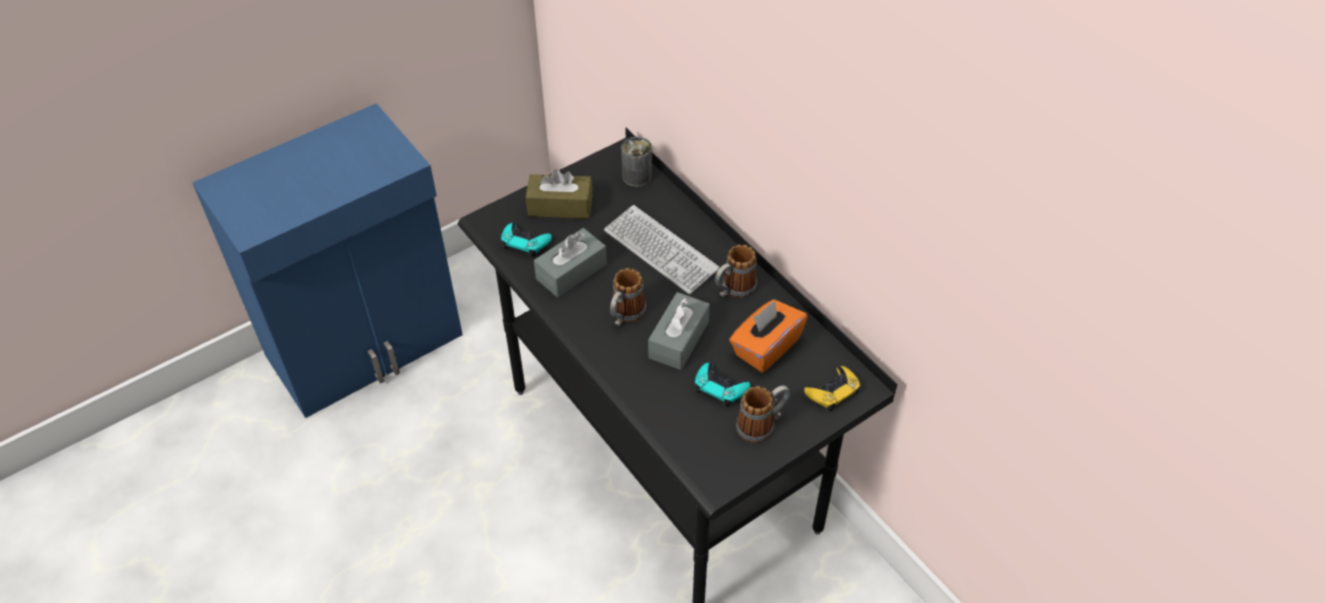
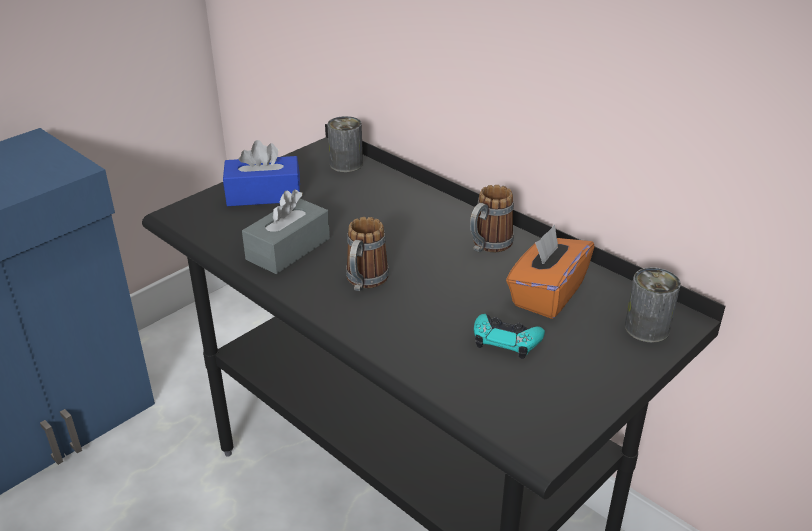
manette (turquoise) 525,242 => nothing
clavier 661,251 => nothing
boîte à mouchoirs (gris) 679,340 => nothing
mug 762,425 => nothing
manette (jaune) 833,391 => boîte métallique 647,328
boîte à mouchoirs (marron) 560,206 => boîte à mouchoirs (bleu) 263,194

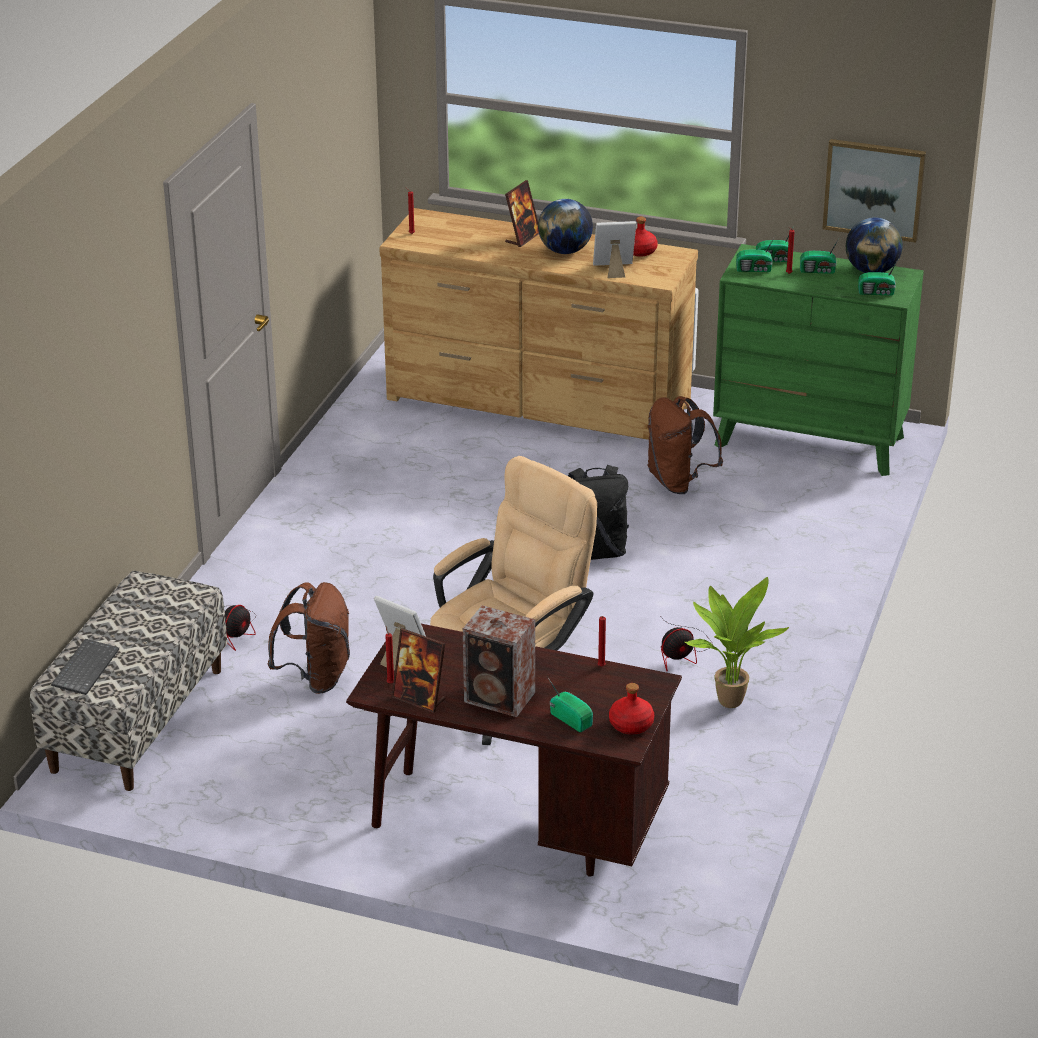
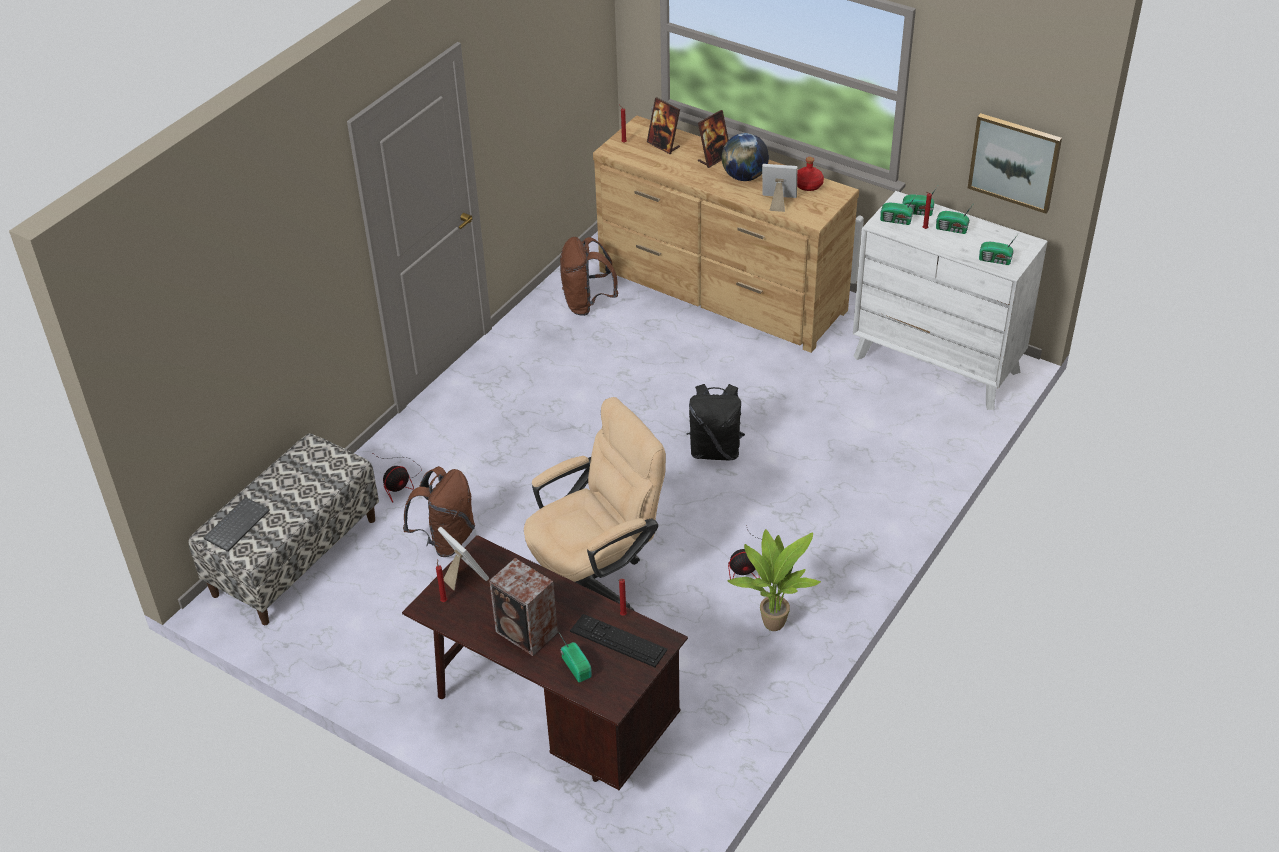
bouteille (rouge) 631,724 => nothing
globe 871,271 => nothing
nothing => clavier 618,640
cadre photo 419,699 => cadre photo 663,145, relocated
sac à dos (marron) 678,482 => sac à dos (marron) 587,304, relocated
commode (vert) 809,441 => commode (blanc) 936,364

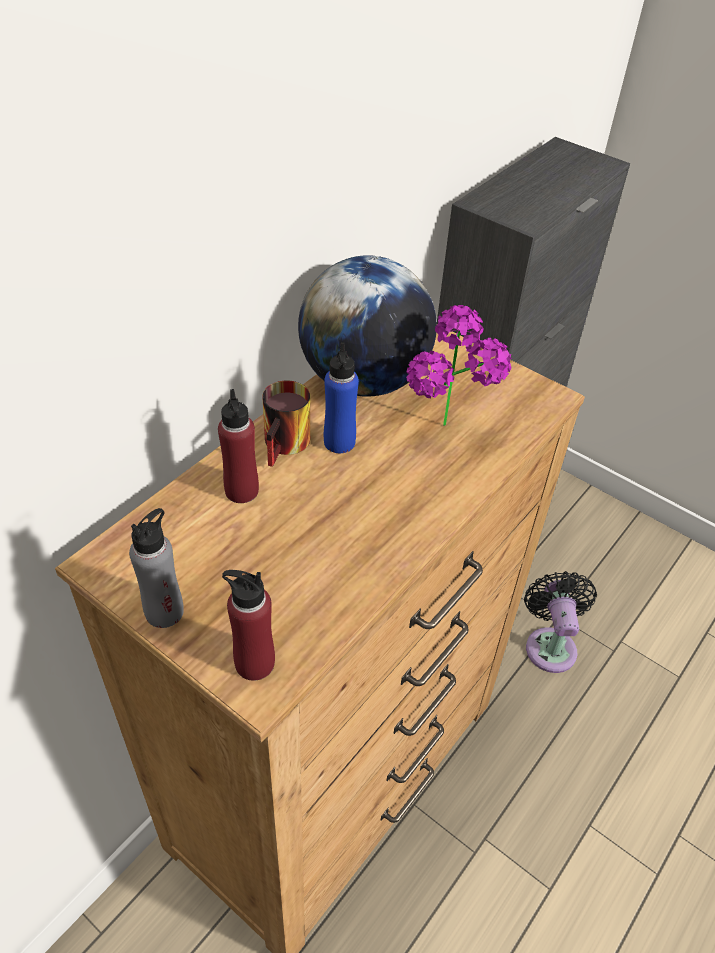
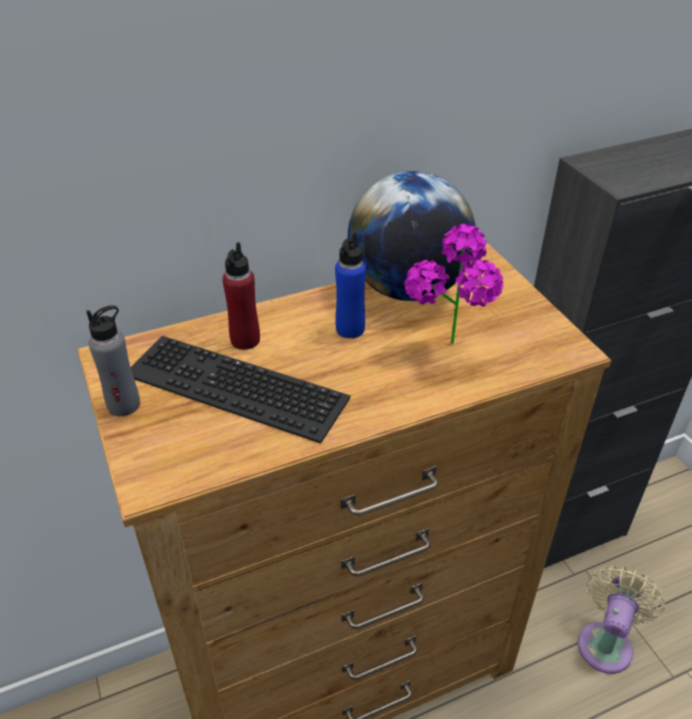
bouteille (rouge) 254,662 => nothing
mug 288,445 => nothing
nothing => clavier 231,388
ventilateur (noir) 550,644 => ventilateur (beige) 606,642

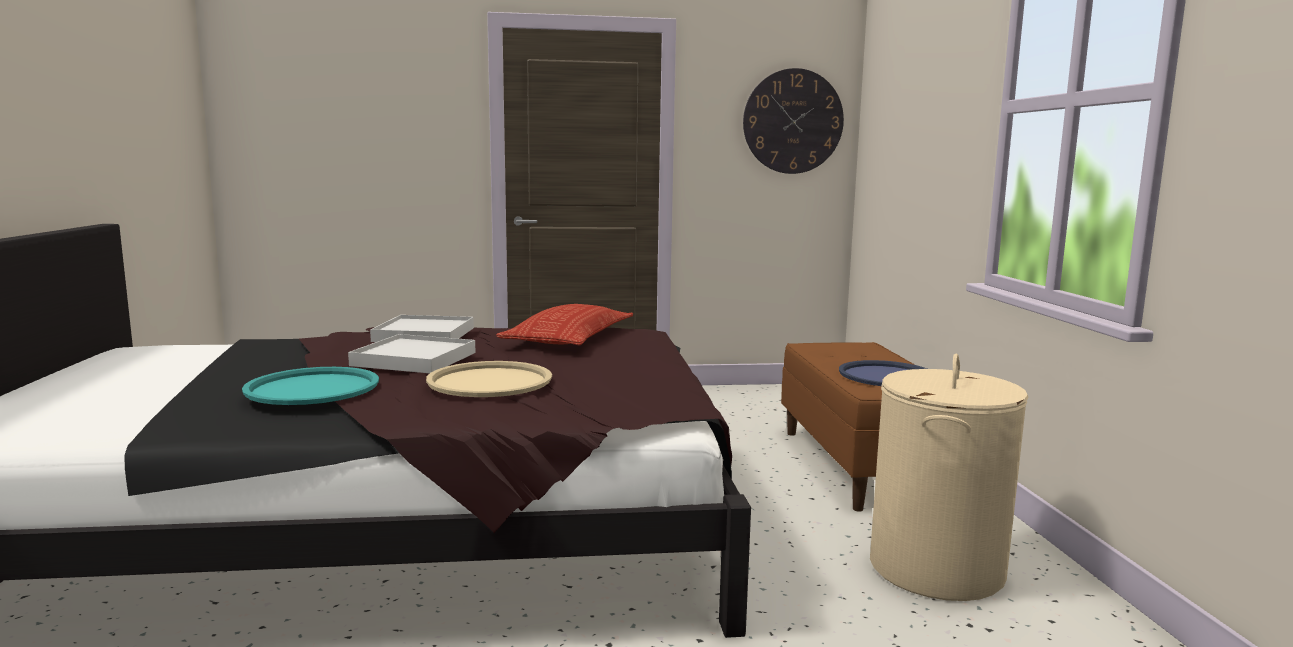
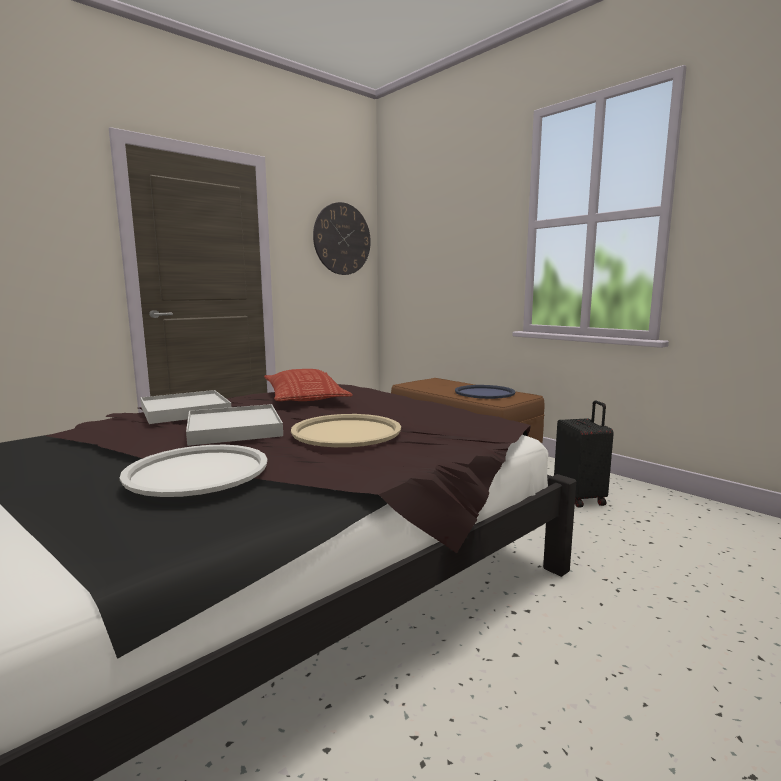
panier à linge (beige) 936,569 => valise (noir) 580,498
plateau (turquoise) 313,388 => plateau (blanc) 197,471

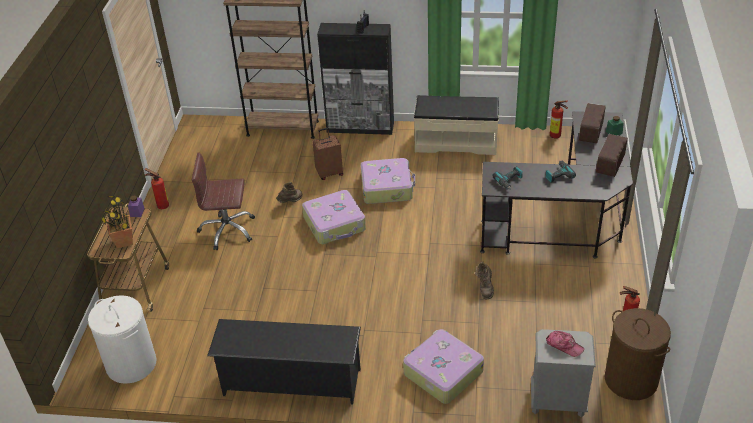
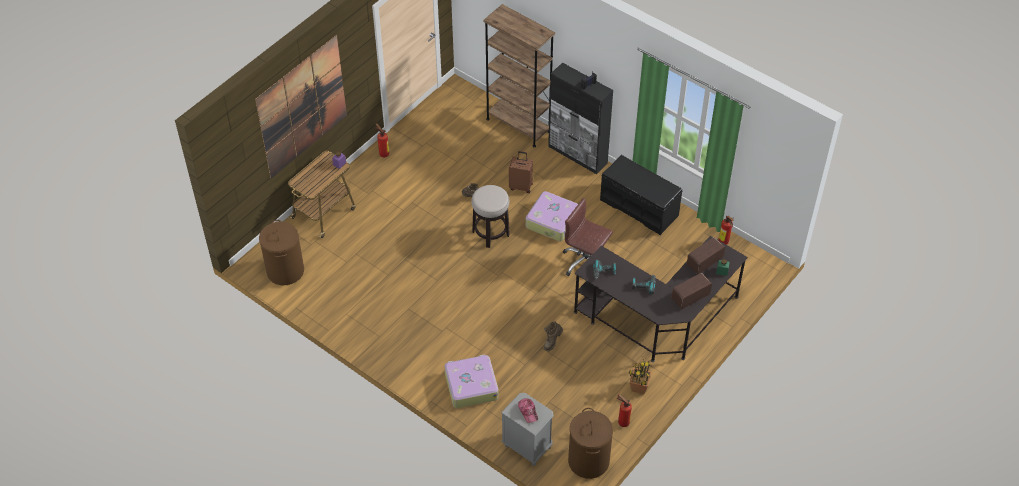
étagère à chaussures (noir) 291,382 => nothing
nothing => tableau 303,107
plante en pot 124,241 => plante en pot 639,387, relocated
chaise de bureau (marron) 227,230 => chaise de bureau (marron) 585,262, relocated
valise 335,224 => tabouret 491,233
panier à linge (blanc) 131,364 => panier à linge (marron) 285,271
banc (beige) 456,142 => banc (noir) 639,207

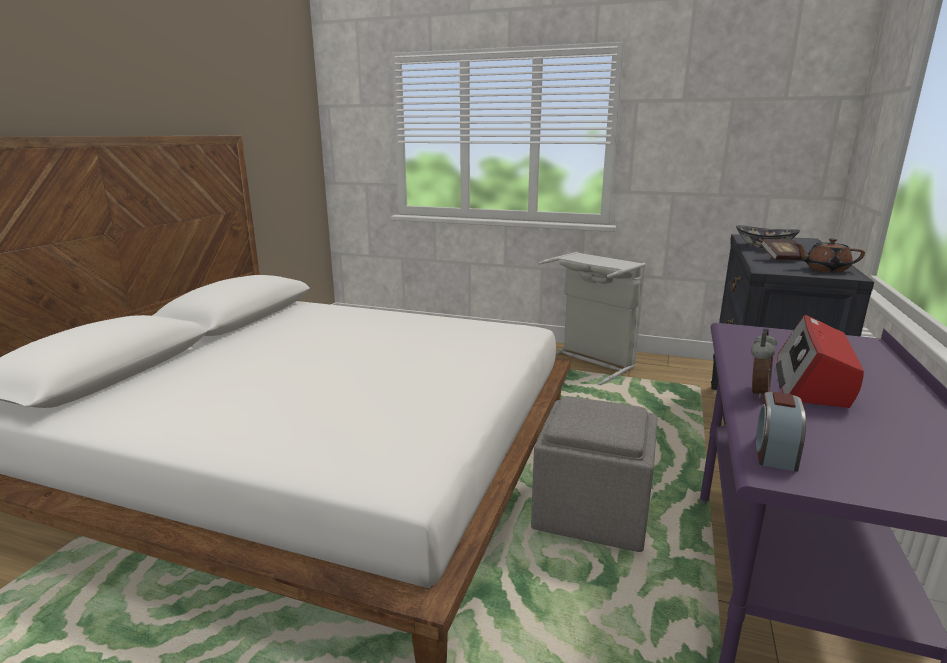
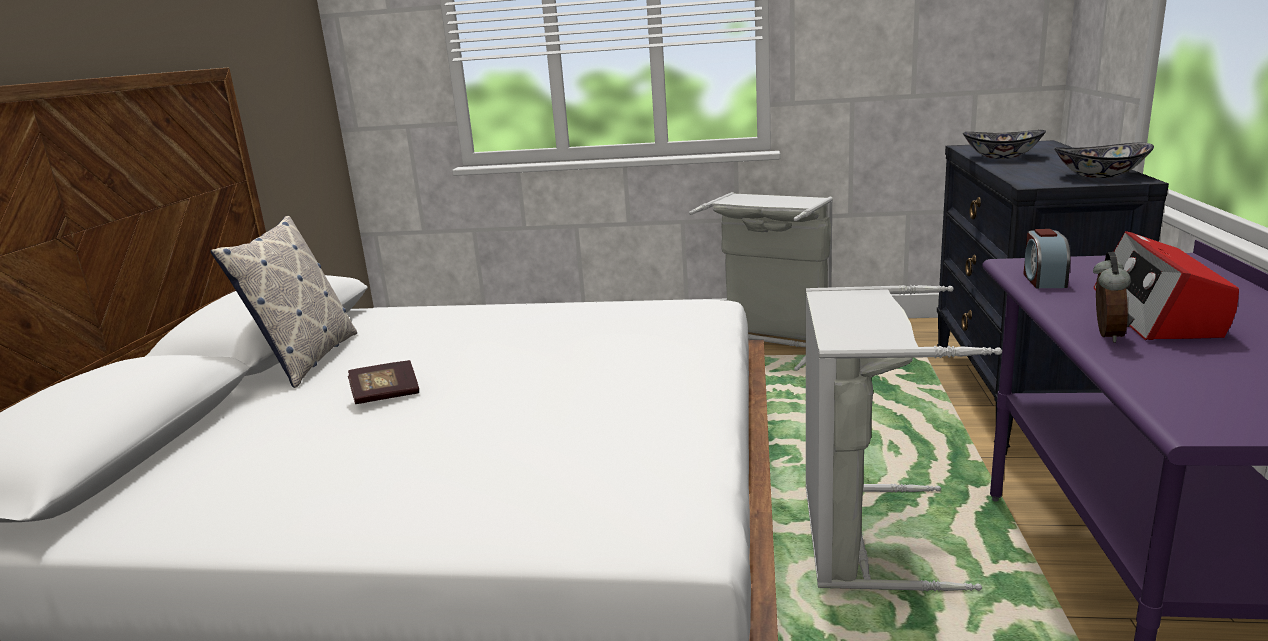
nothing => coussin 306,360
réveil 774,452 => réveil 1043,280, relocated
livre 783,259 => livre 385,395, relocated
pouf (gris) 591,511 => panier à linge (gris) 859,535
théière (marron) 825,269 => bol 1100,175

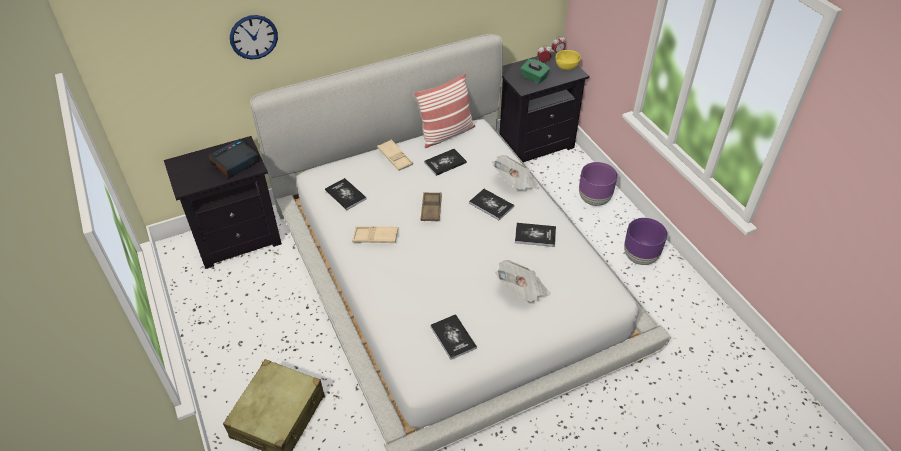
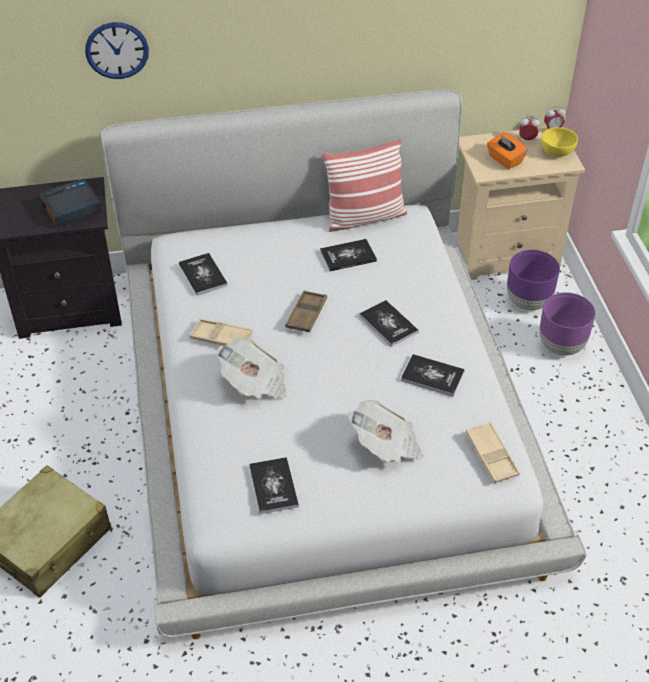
plateau (beige) 395,157 => plateau (beige) 491,456, relocated
journal 515,183 => journal 255,383, relocated
cache-pot (violet) 640,257 => cache-pot (violet) 528,302, relocated
table de chevet (noir) 534,144 => table de chevet (beige) 504,253
boîte à mouchoirs (vert) 534,78 => boîte à mouchoirs (orange) 504,159

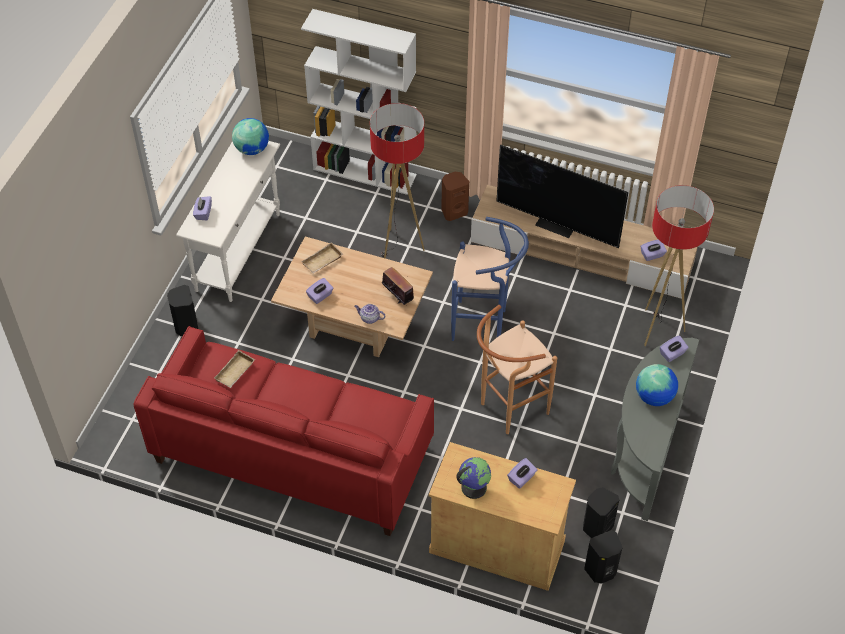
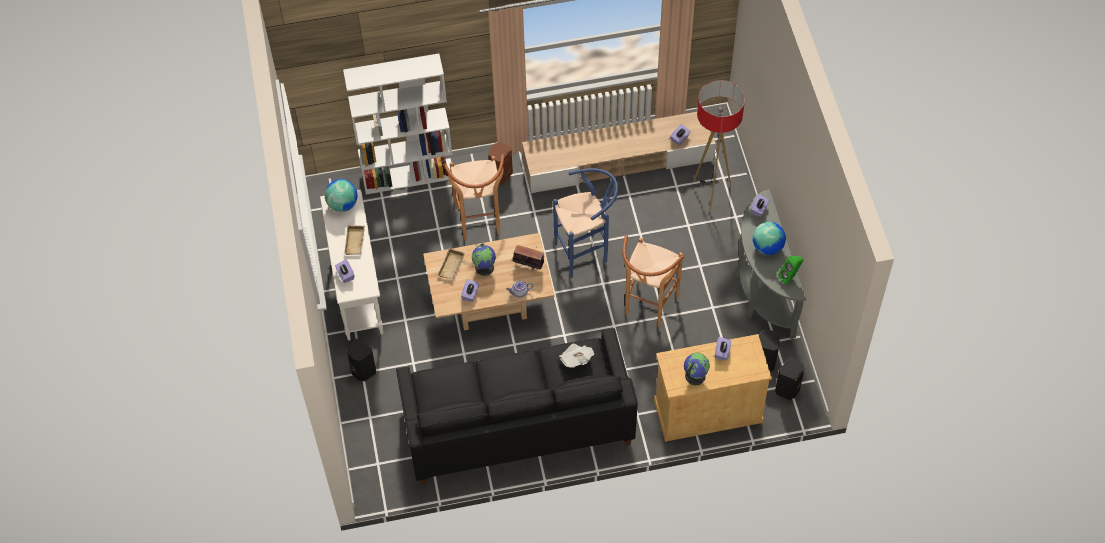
téléviseur 556,225 => nothing
nothing => globe 485,267
nothing => journal 576,359
nothing => enceinte (vert) 790,277
plateau (beige) 235,372 => plateau (beige) 356,242, relocated
lampadaire 399,247 => tabouret (marron) 479,225
canapé (rouge) 292,453 => canapé (noir) 516,424

